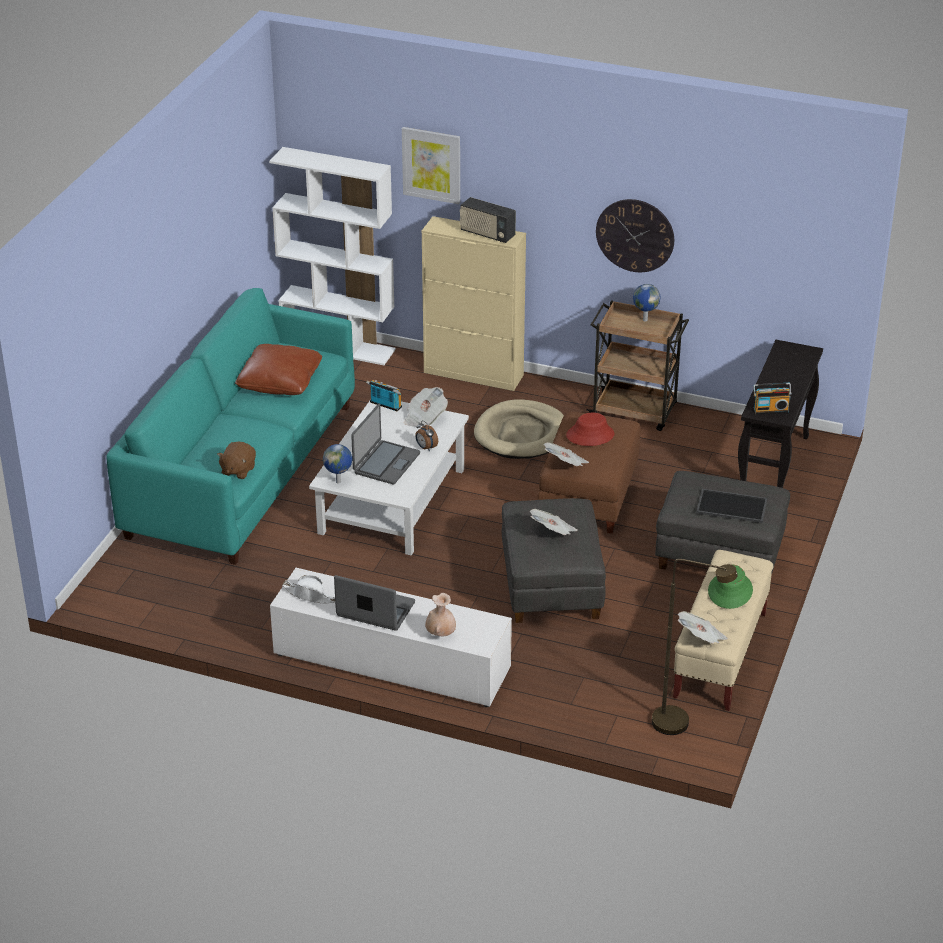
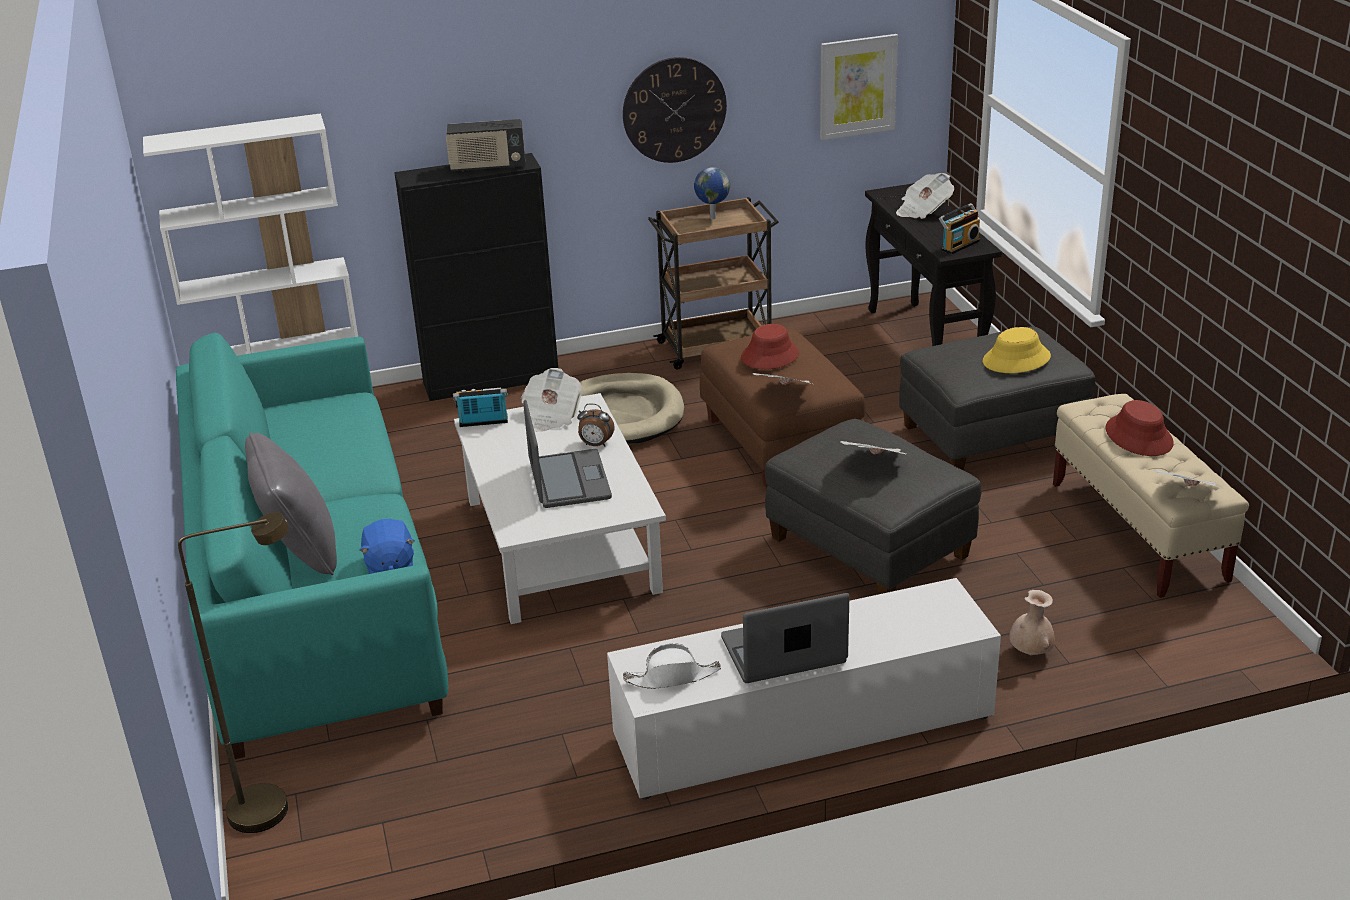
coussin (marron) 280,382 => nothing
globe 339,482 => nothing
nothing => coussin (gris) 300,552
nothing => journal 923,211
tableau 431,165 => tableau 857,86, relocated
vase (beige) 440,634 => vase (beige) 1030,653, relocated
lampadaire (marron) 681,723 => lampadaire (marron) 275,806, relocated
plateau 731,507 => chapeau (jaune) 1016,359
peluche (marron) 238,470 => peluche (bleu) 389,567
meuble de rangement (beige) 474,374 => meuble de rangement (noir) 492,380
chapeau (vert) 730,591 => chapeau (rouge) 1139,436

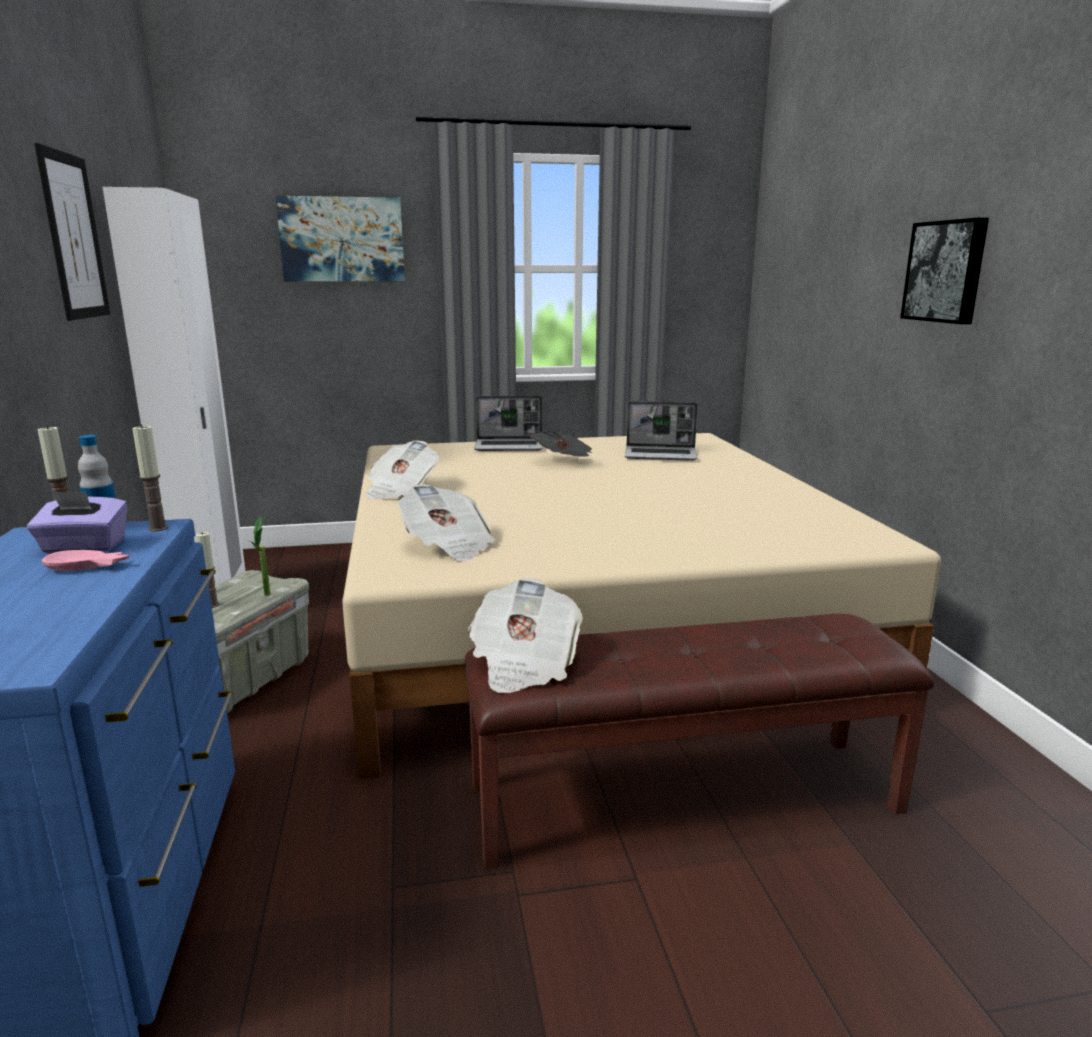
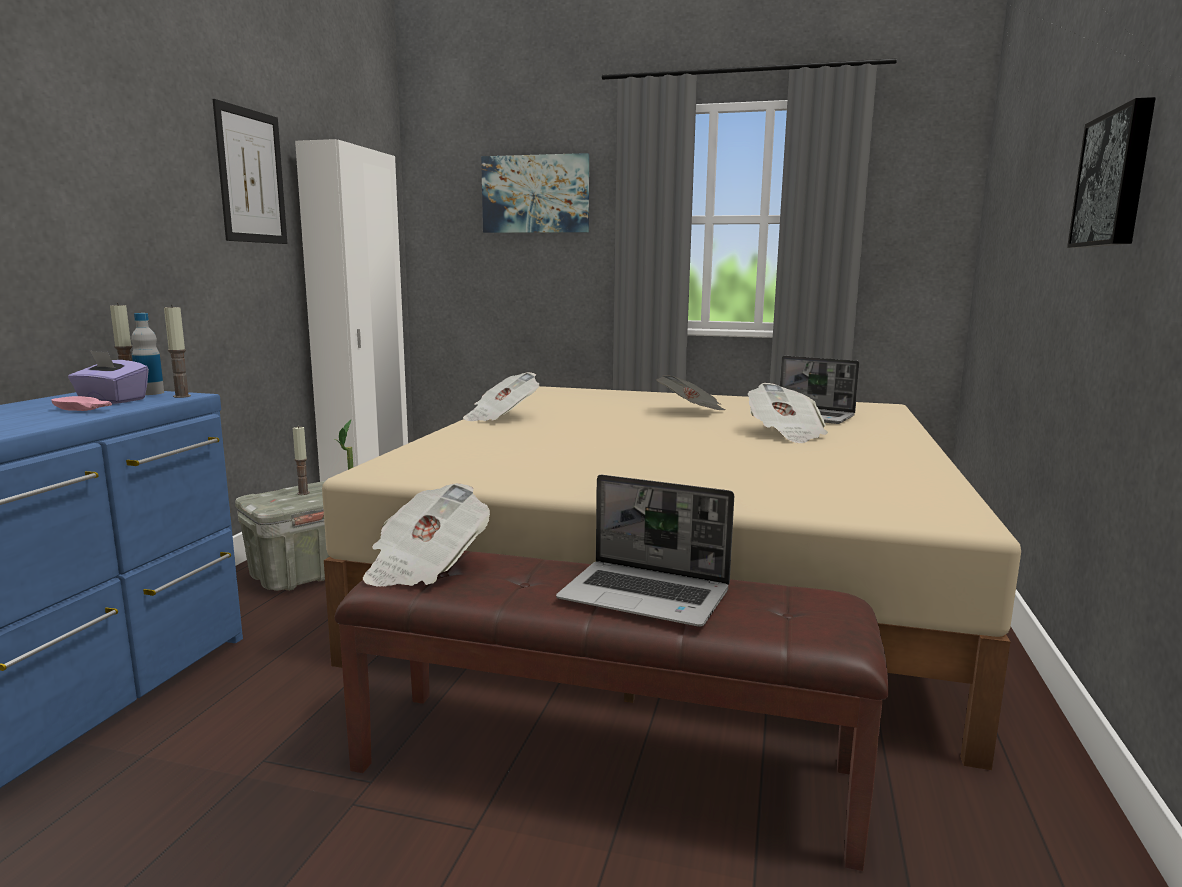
journal 448,546 => journal 785,434, relocated
ordinateur portable 510,446 => ordinateur portable 647,596, relocated

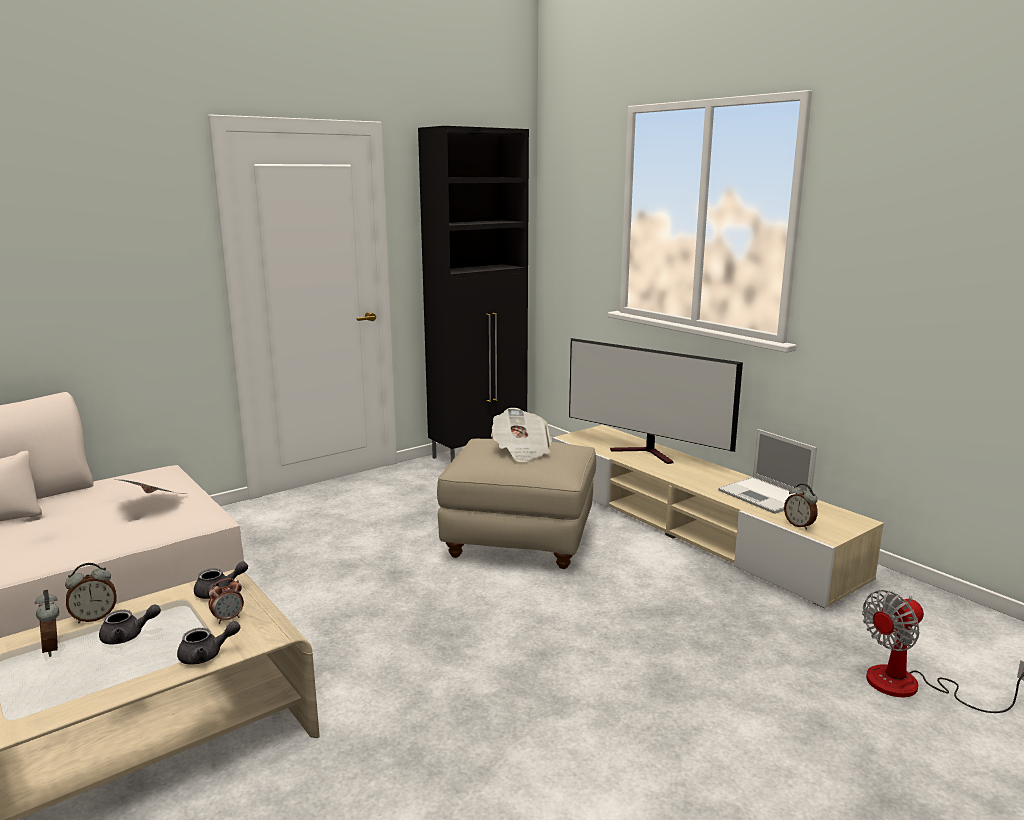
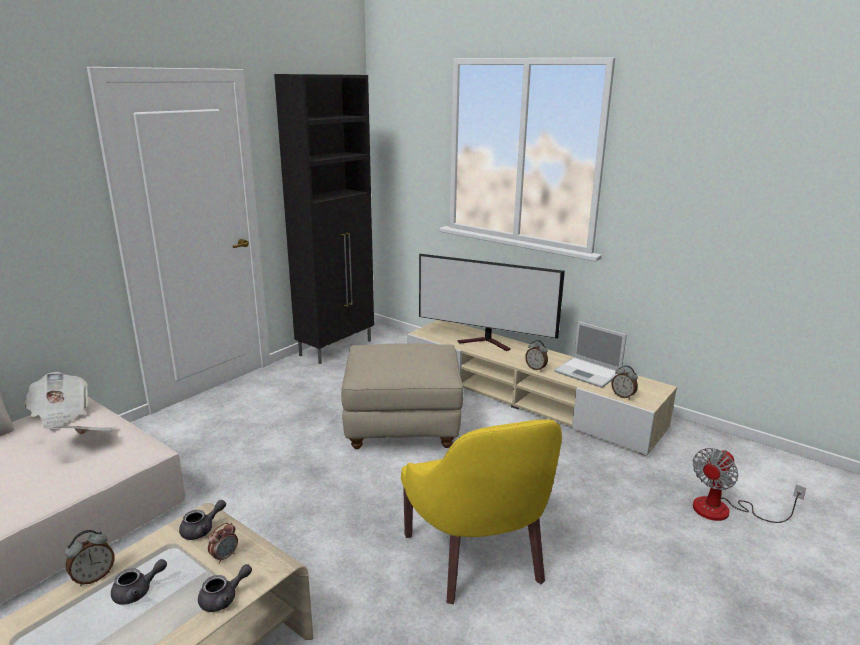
nothing => fauteuil (jaune) 479,557
réveil 54,648 => réveil 536,368, relocated
journal 521,451 => journal 60,413, relocated

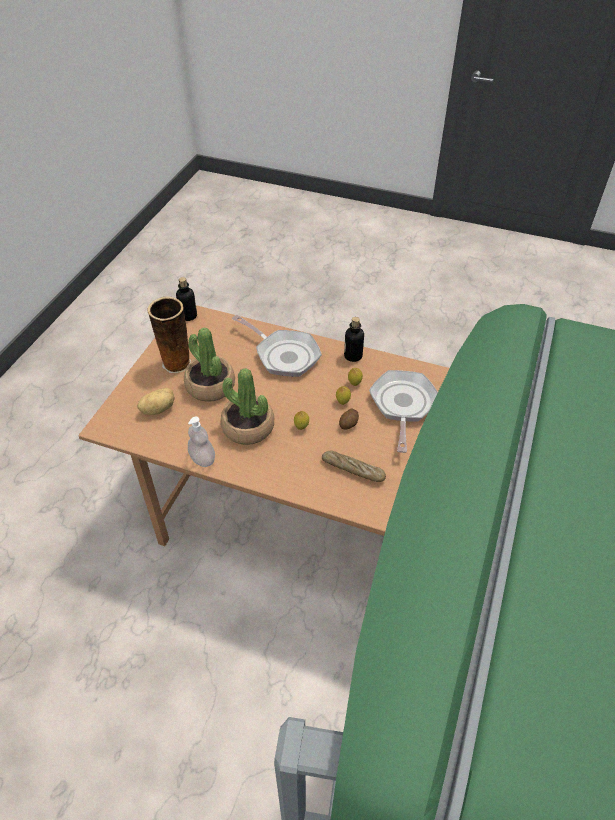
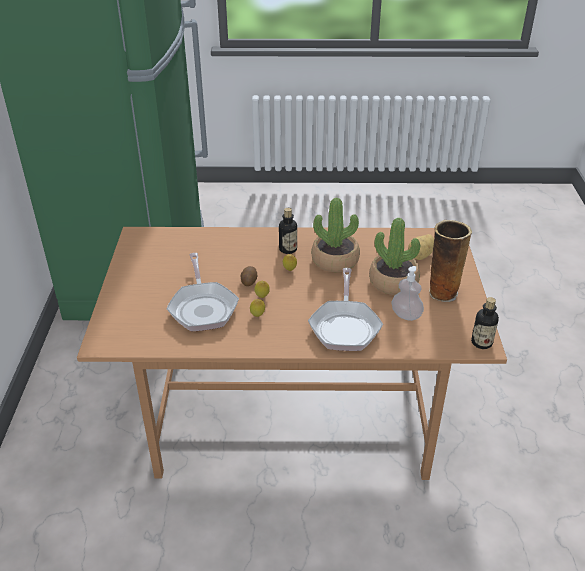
pain 353,470 => nothing
distributeur de savon 202,459 => distributeur de savon 406,315, relocated
bouteille 353,356 => bouteille 288,249, relocated
poêle 284,355 => poêle 345,326, 105 degrees counterclockwise

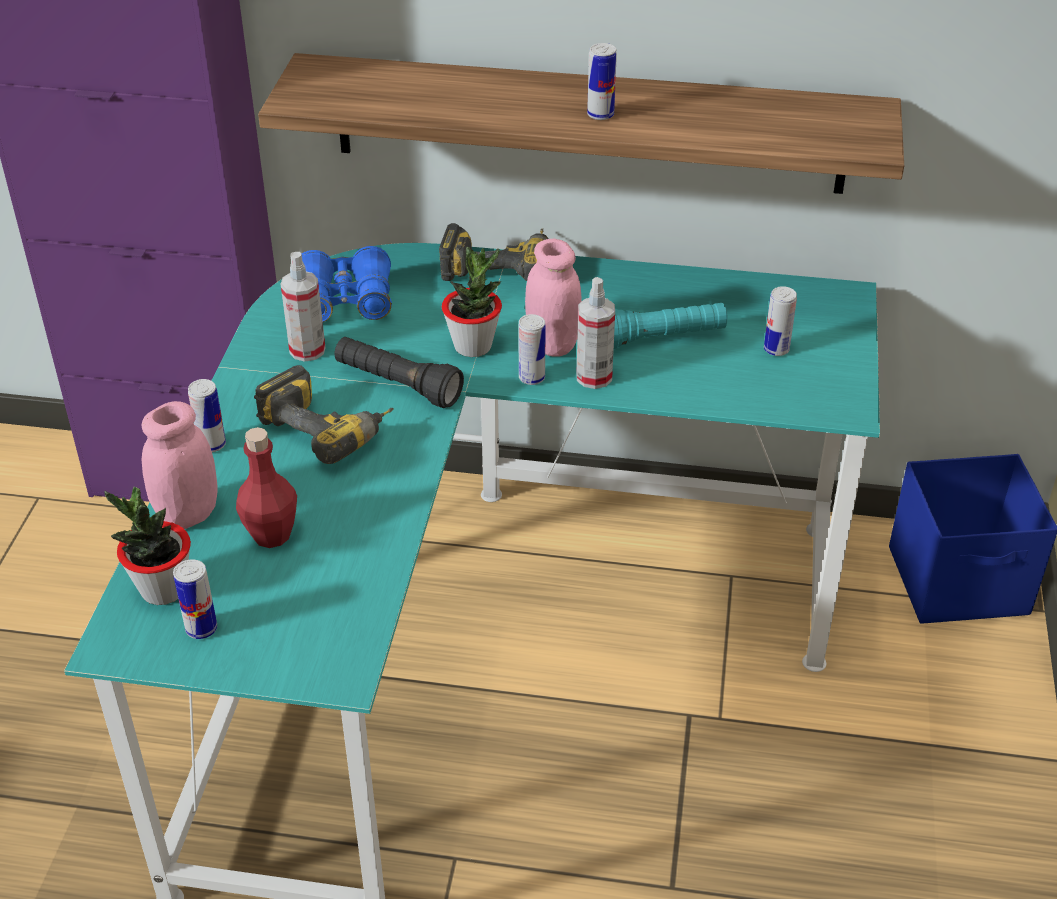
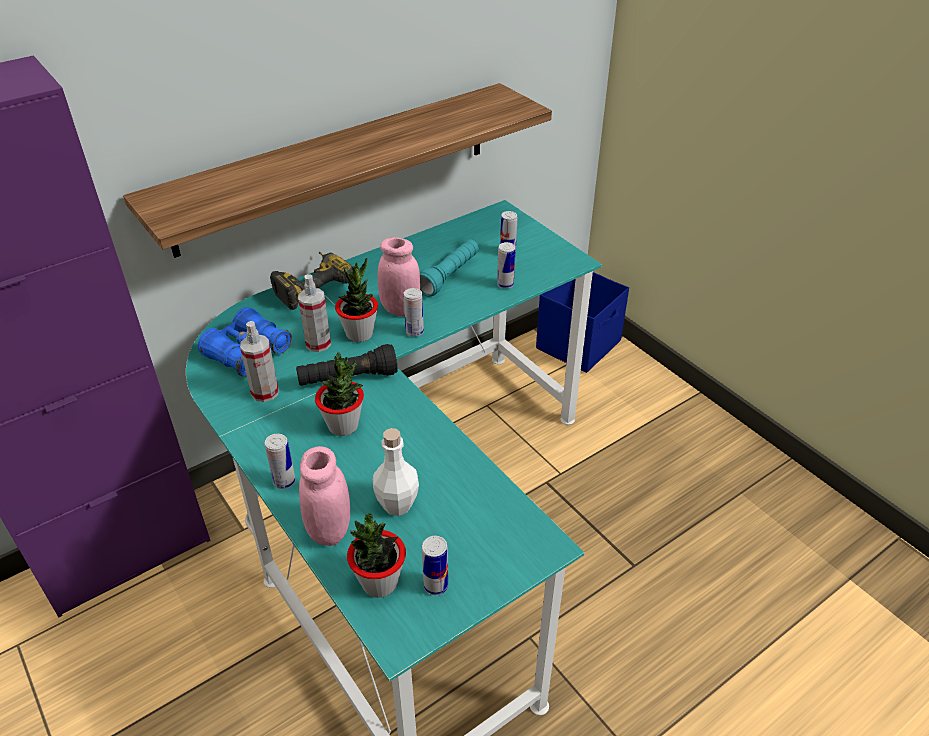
vaporisateur 594,377 => vaporisateur 318,344, relocated
boîte métallique 600,115 => boîte métallique 505,284, relocated
perceuse 329,428 => plante en pot 343,426
bouteille (rouge) 271,535 => bouteille (blanc) 397,504

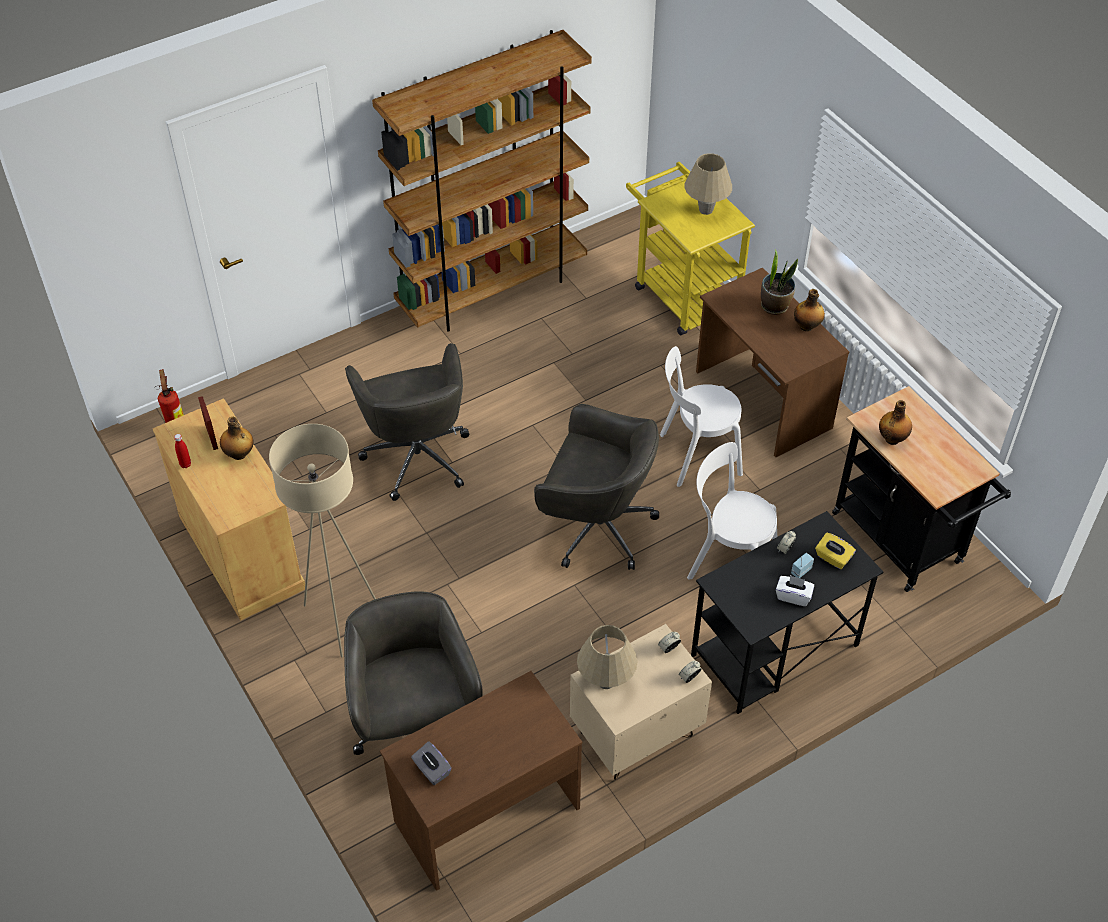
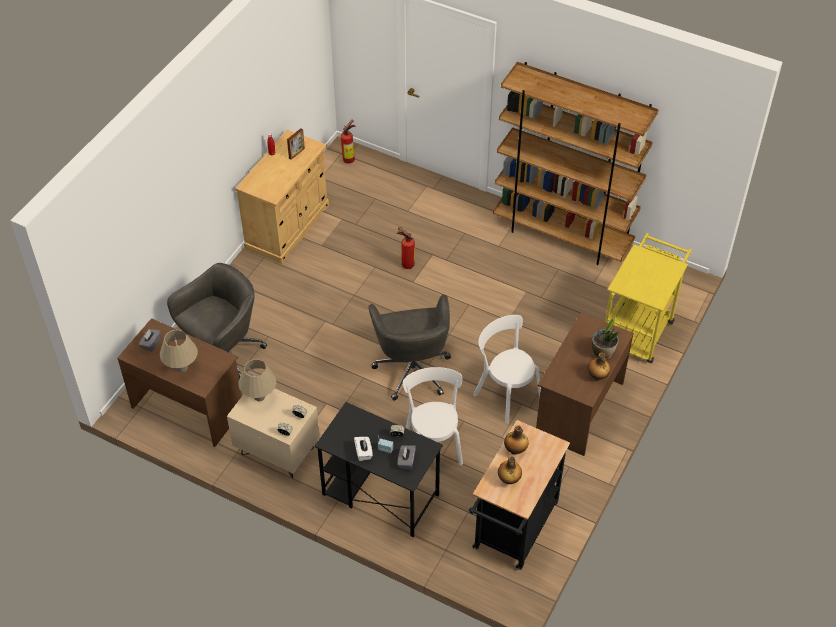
lampadaire (beige) 340,621 => nothing
bouteille 239,454 => bouteille 508,480, relocated
lampe de table (beige) 706,210 => lampe de table (beige) 182,367, relocated
chaise de bureau (gris) 417,455 => extincteur 406,264
boîte à mouchoirs (jaune) 833,558 => boîte à mouchoirs (gris) 406,461

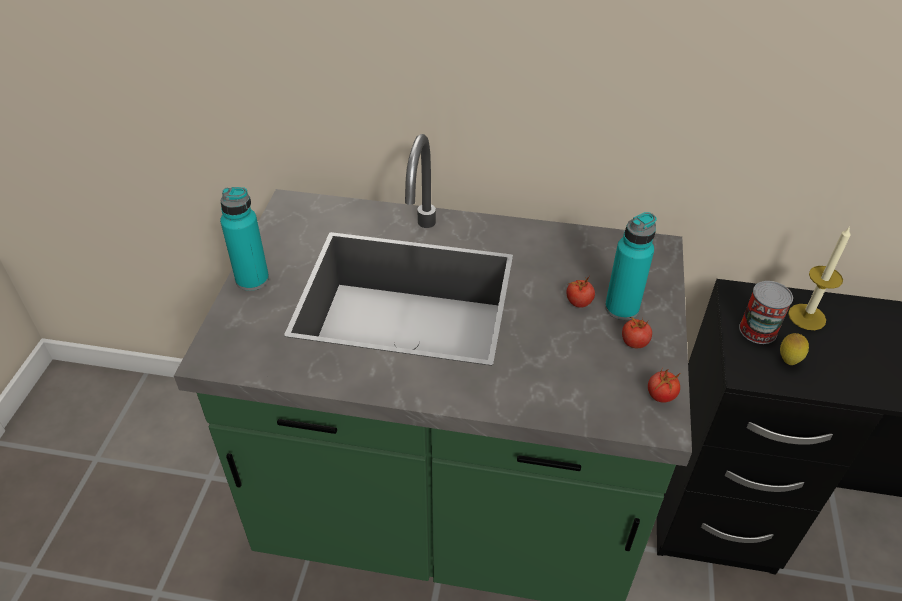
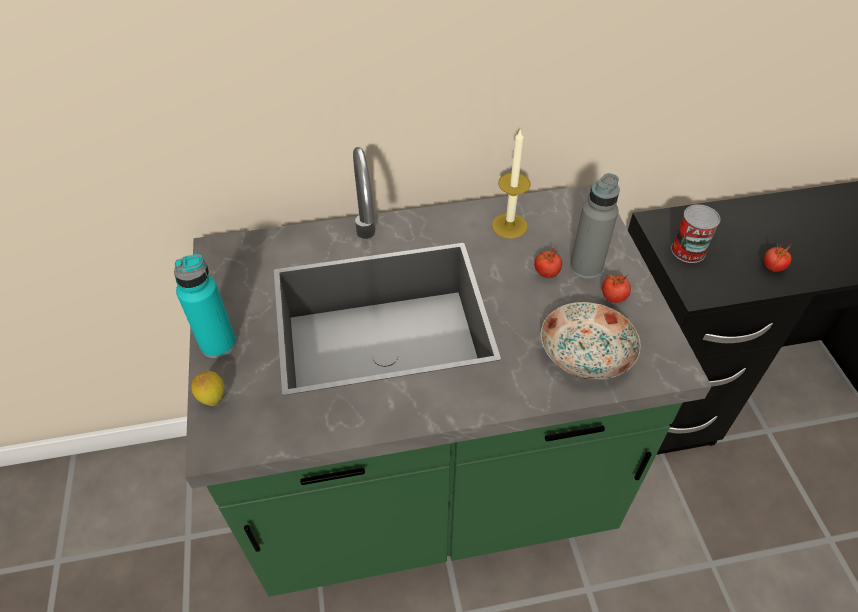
nothing => assiette 585,354
tomate 660,396 => tomate 772,267, relocated
citron 788,360 => citron 213,399, relocated
bougie 807,317 => bougie 509,226, relocated
bouteille (turquoise) 621,308 => bouteille (gris) 586,267

